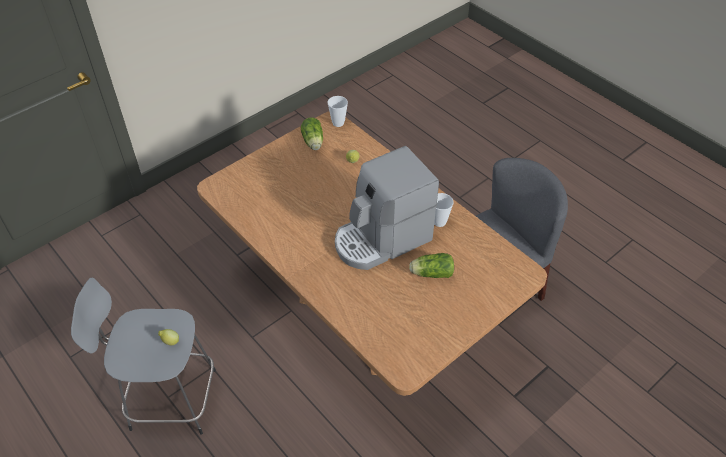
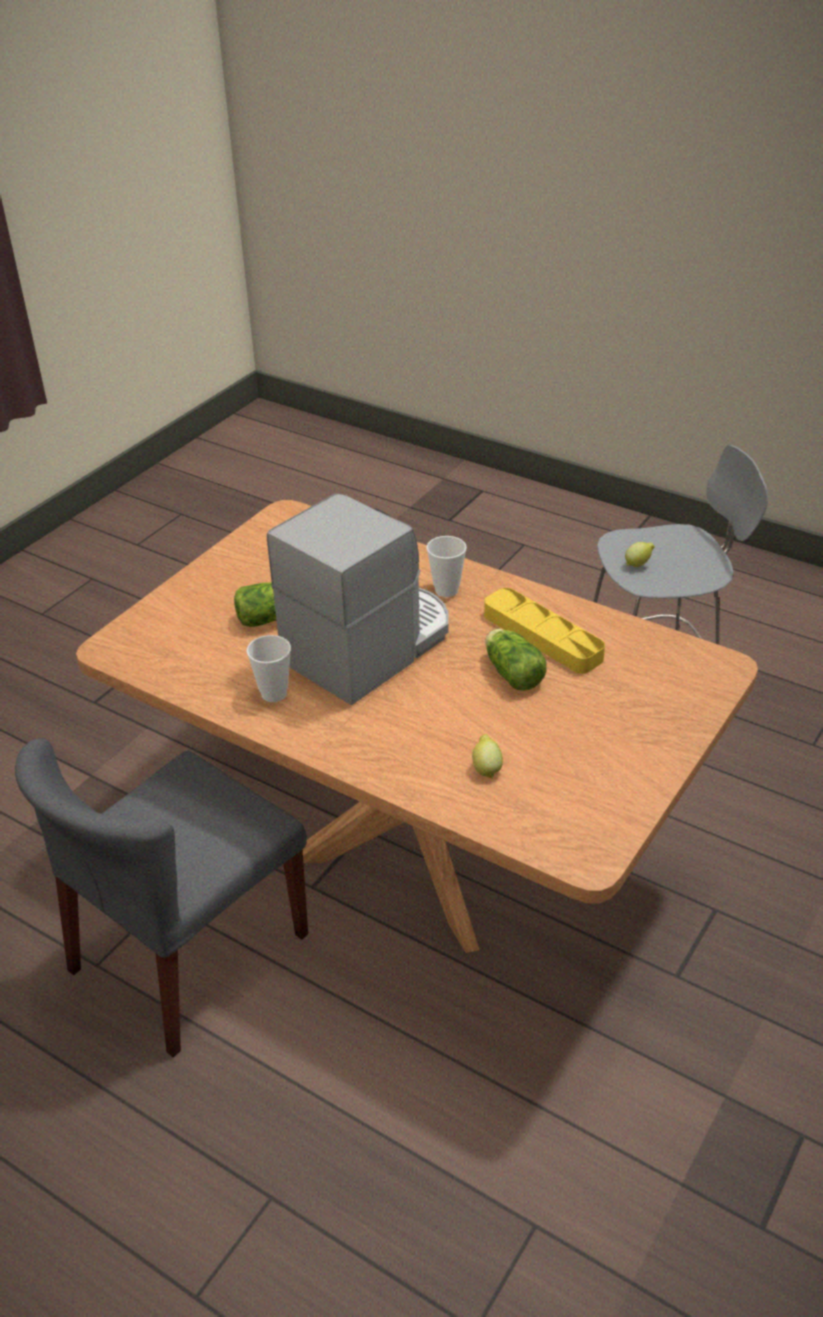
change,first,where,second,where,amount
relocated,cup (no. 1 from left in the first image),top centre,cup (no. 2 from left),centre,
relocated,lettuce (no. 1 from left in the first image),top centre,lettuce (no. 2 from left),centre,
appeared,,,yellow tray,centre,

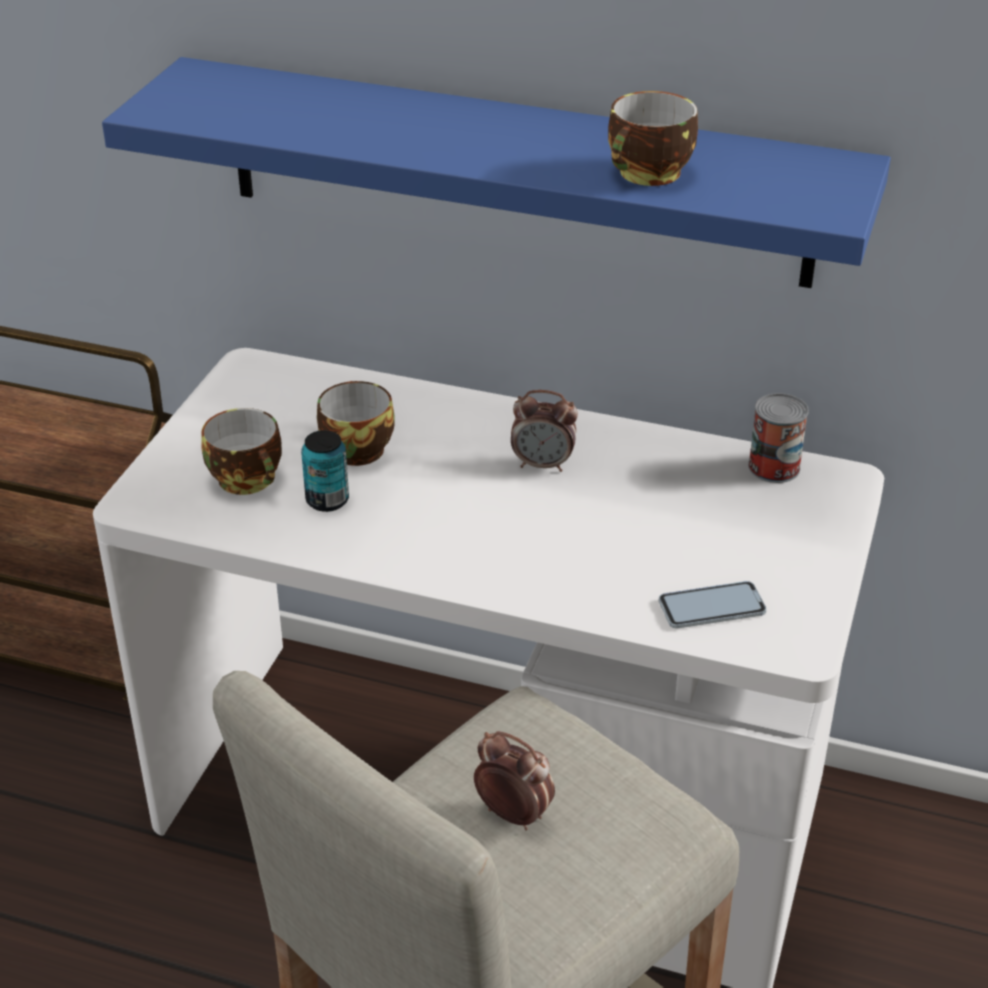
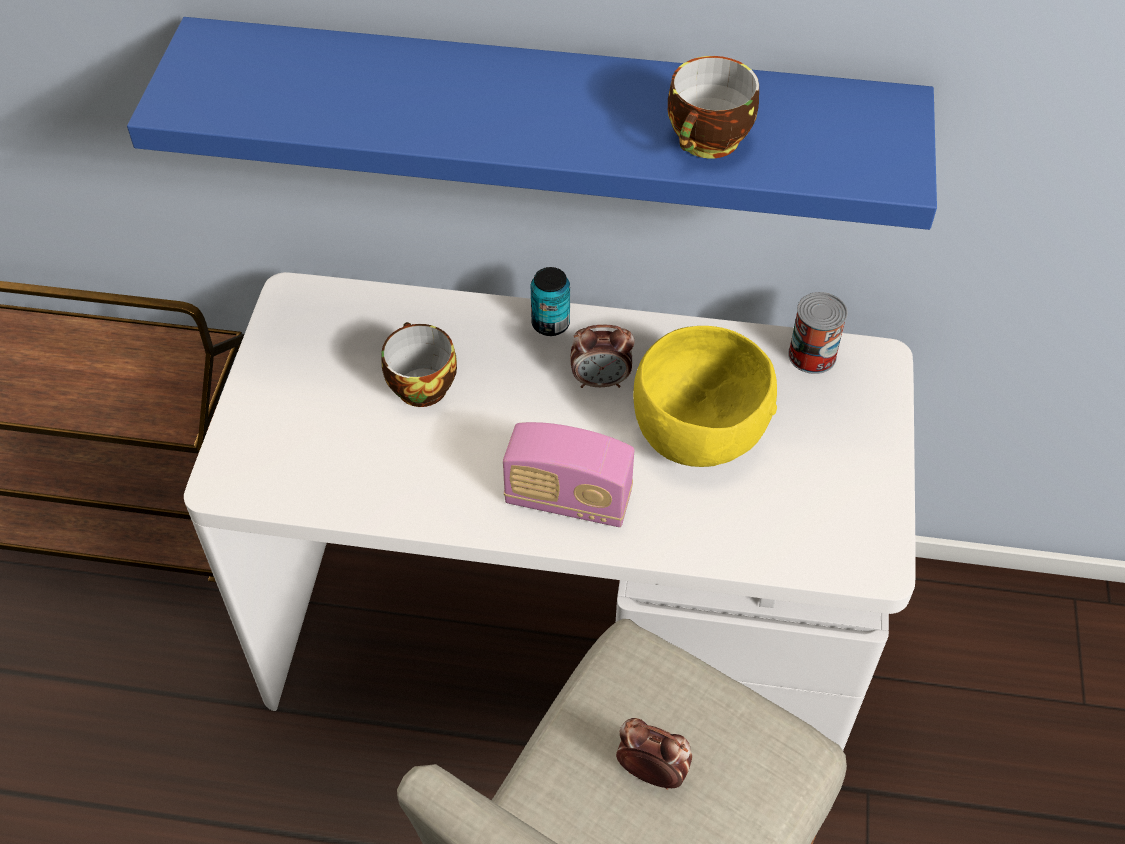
change,first,where,second,where,amount
missing,cup (no. 1 from left),middle left,,,
relocated,can (no. 1 from left),middle left,,centre,
missing,phone,middle right,,,
appeared,,,yellow bowl,centre,
appeared,,,radio,centre,

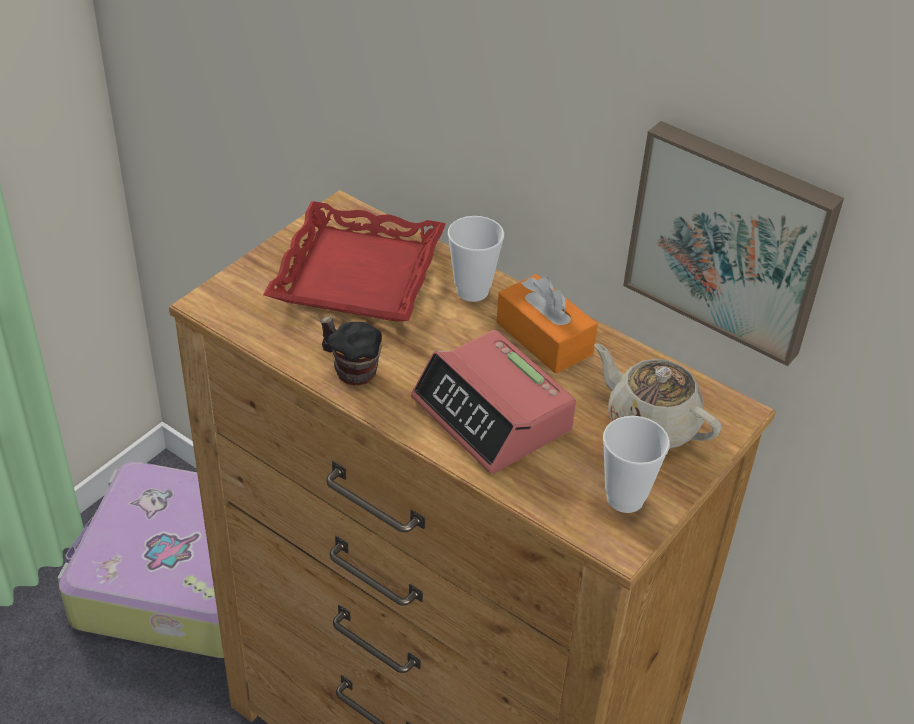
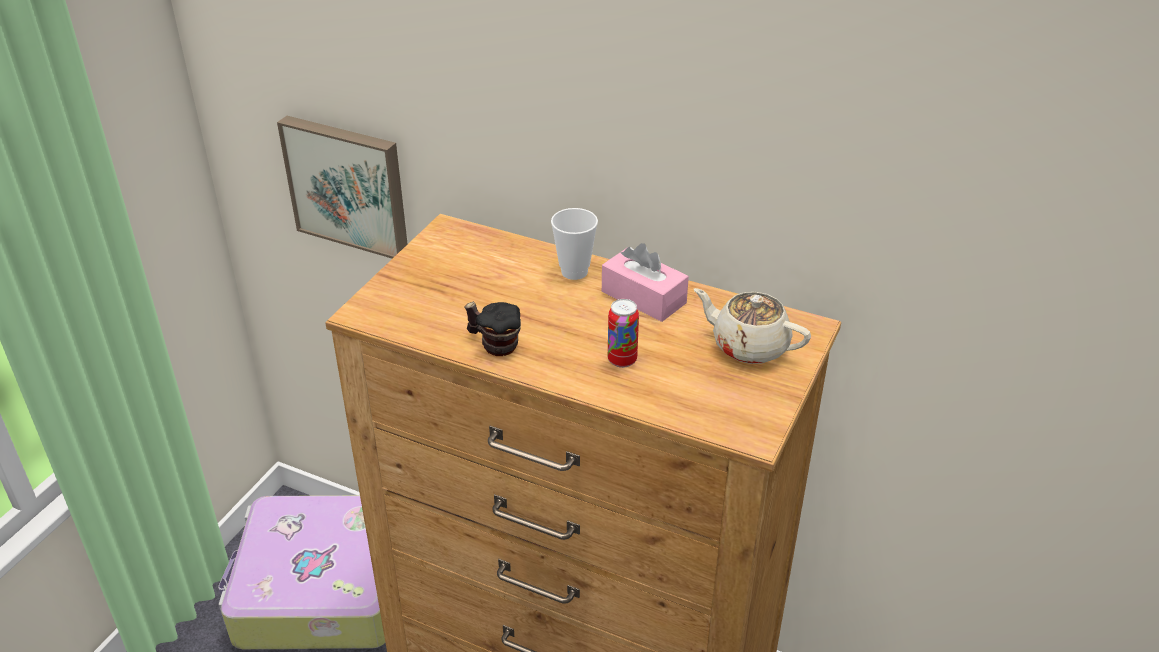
change,first,where,second,where,amount
relocated,picture,middle right,,top left,
missing,red tray,centre,,,
colour,orange tissue box,centre,pink tissue box,centre,
exchanged,alarm clock,centre,can,centre,
missing,cup (no. 2 from left),middle right,,,

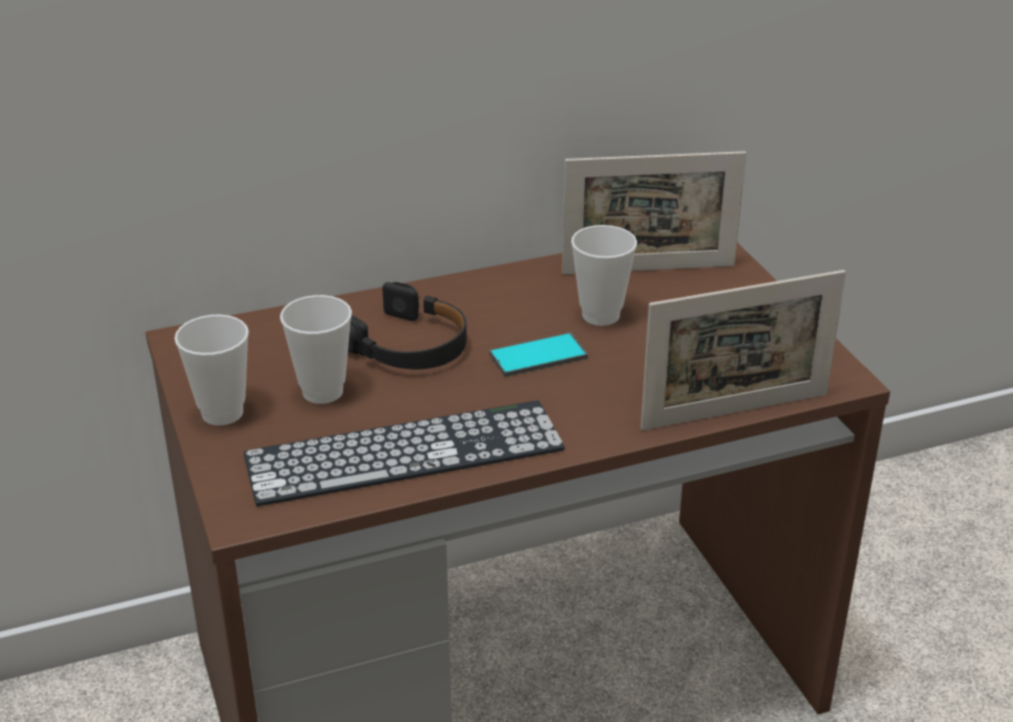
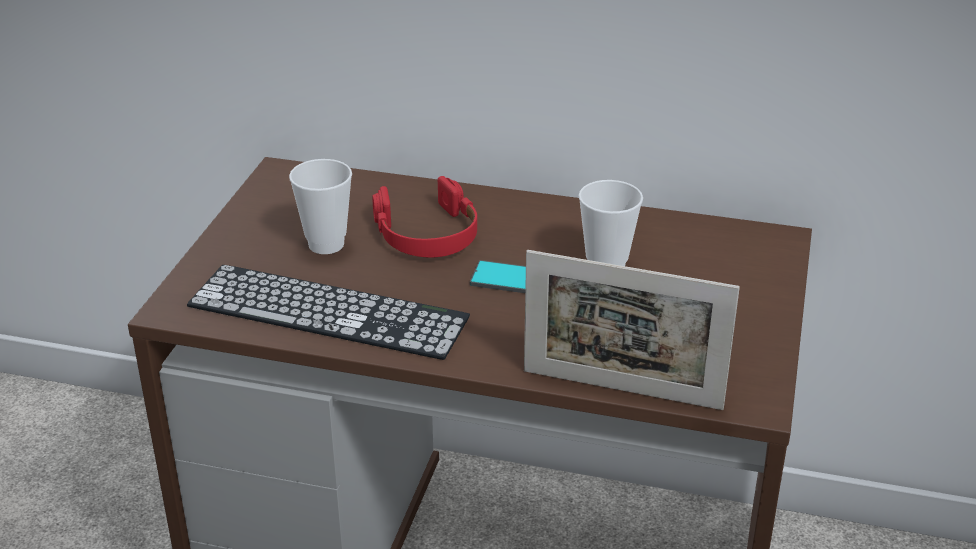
change,first,where,second,where,amount
missing,picture frame (no. 1 from left),top centre,,,
colour,black headphones,centre,red headphones,centre,
missing,cup (no. 1 from left),middle left,,,

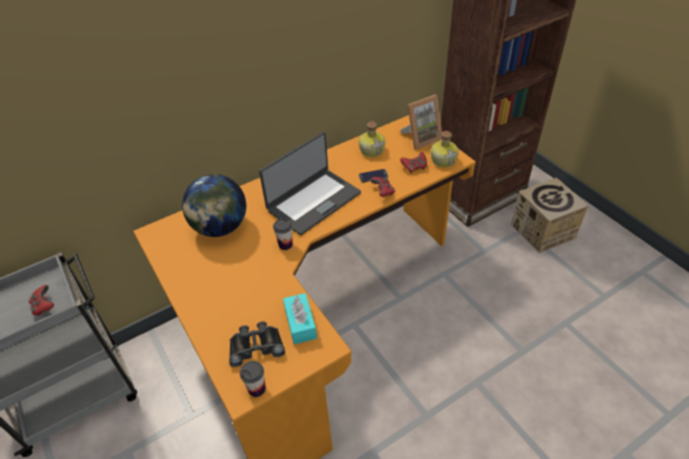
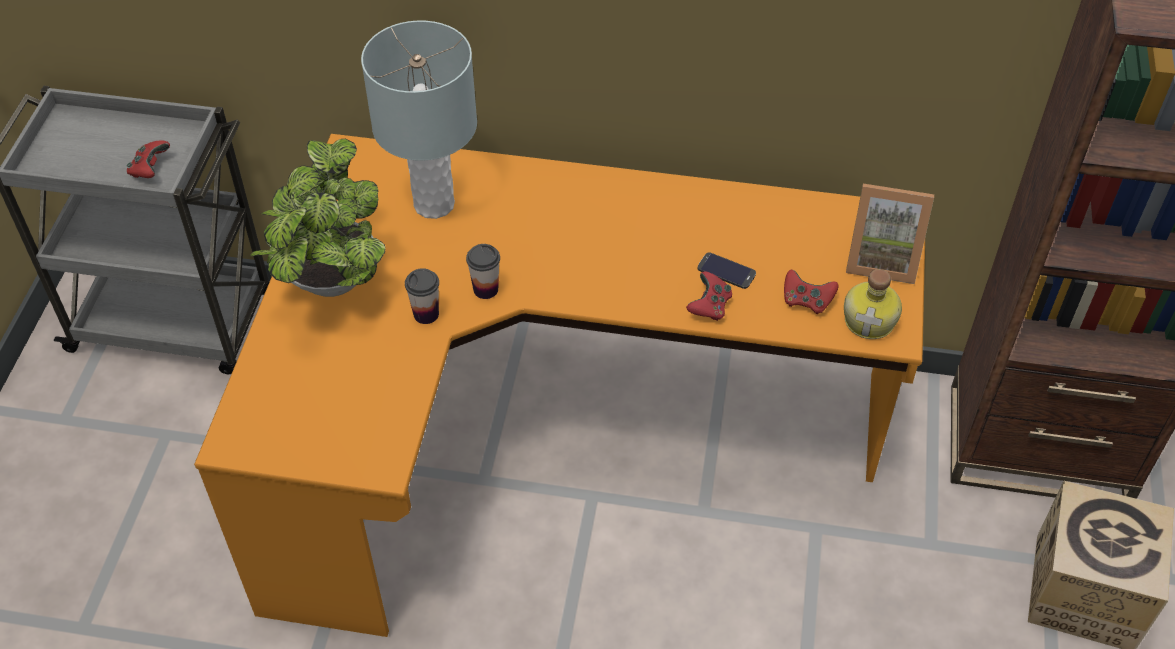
change,first,where,second,where,amount
missing,bottle (no. 1 from left),top centre,,,
missing,laptop,centre,,,
exchanged,globe,middle left,grey table lamp,top centre,
missing,turquoise tissue box,bottom centre,,,
missing,black binoculars,bottom centre,,,
relocated,cup (no. 1 from left),bottom centre,,centre,
appeared,,,potted plant,middle left,

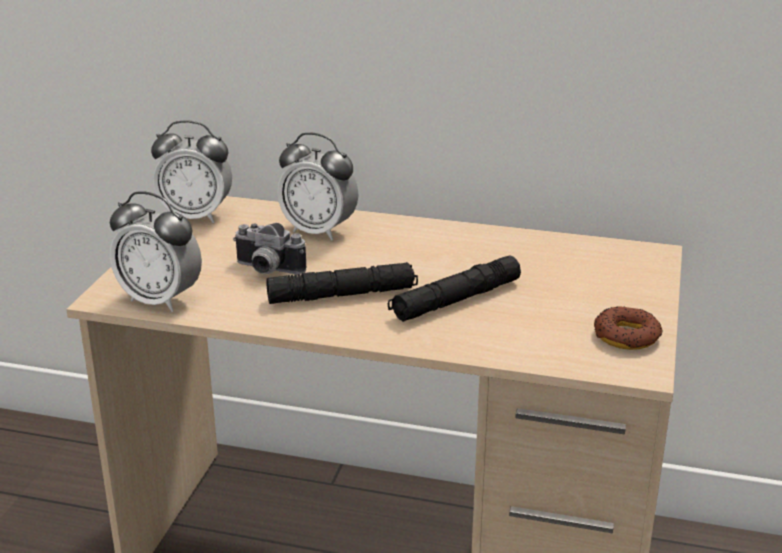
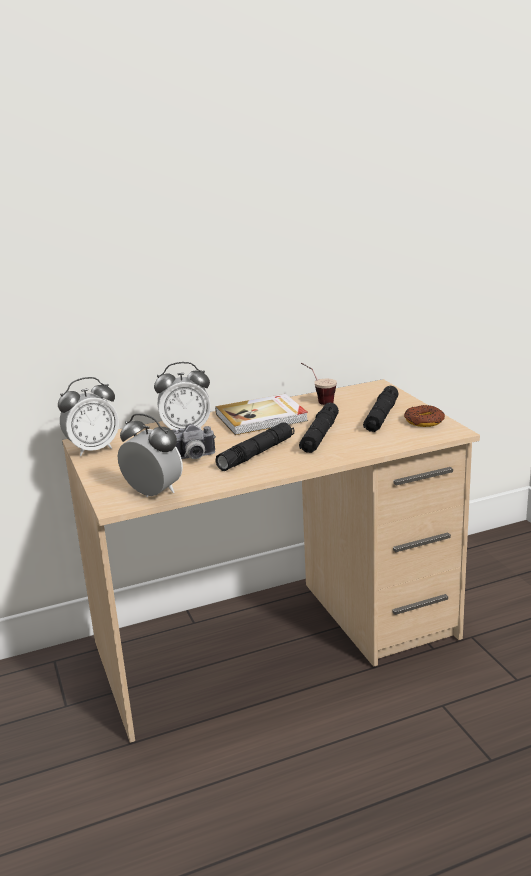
change,first,where,second,where,amount
spun,alarm clock (no. 1 from left in the first image),middle left,alarm clock (no. 2 from left),middle left,135 degrees counterclockwise
appeared,,,cup,centre,
appeared,,,black flashlight (no. 3 from left),middle right,
appeared,,,book,centre,

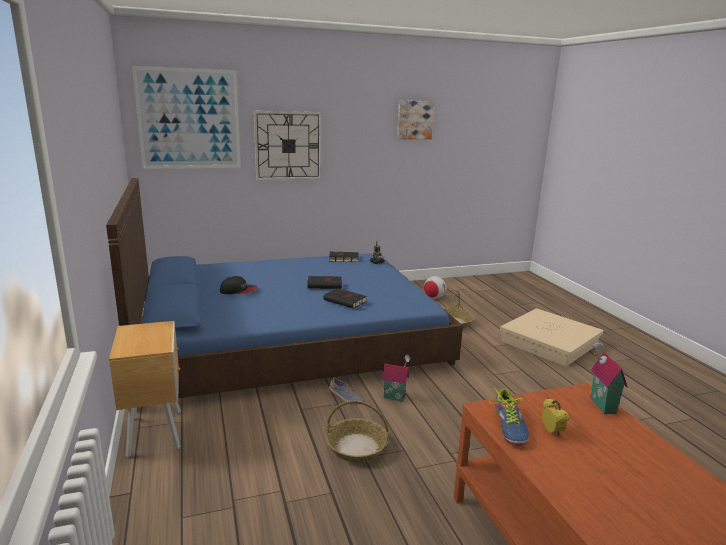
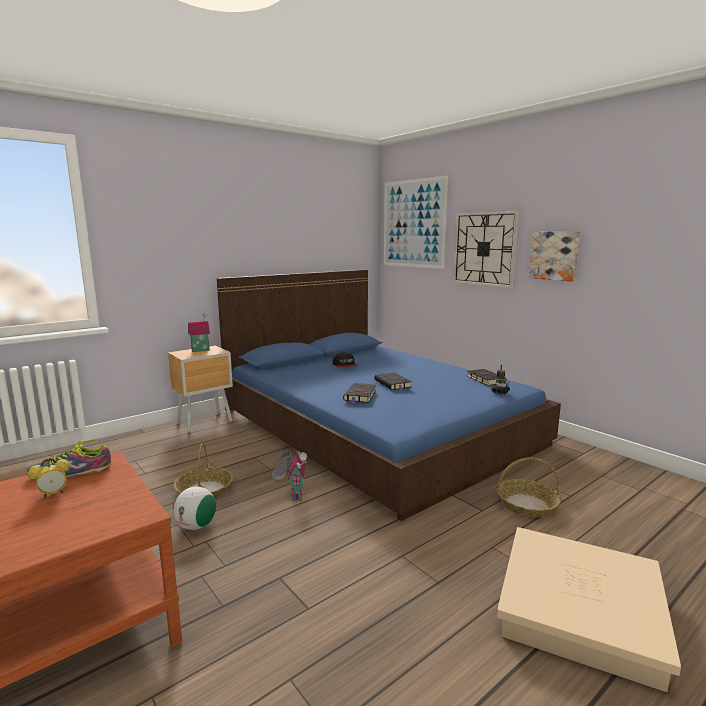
change,first,where,second,where,amount
relocated,picture (no. 2 from left),top centre,,middle right,
relocated,football,centre,,bottom left,
relocated,toy house (no. 2 from left in the first image),bottom right,toy house (no. 1 from left),middle left,

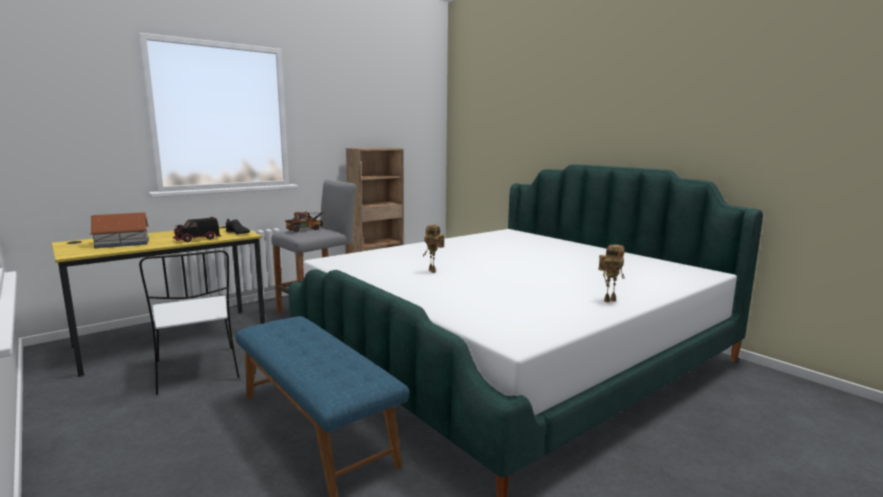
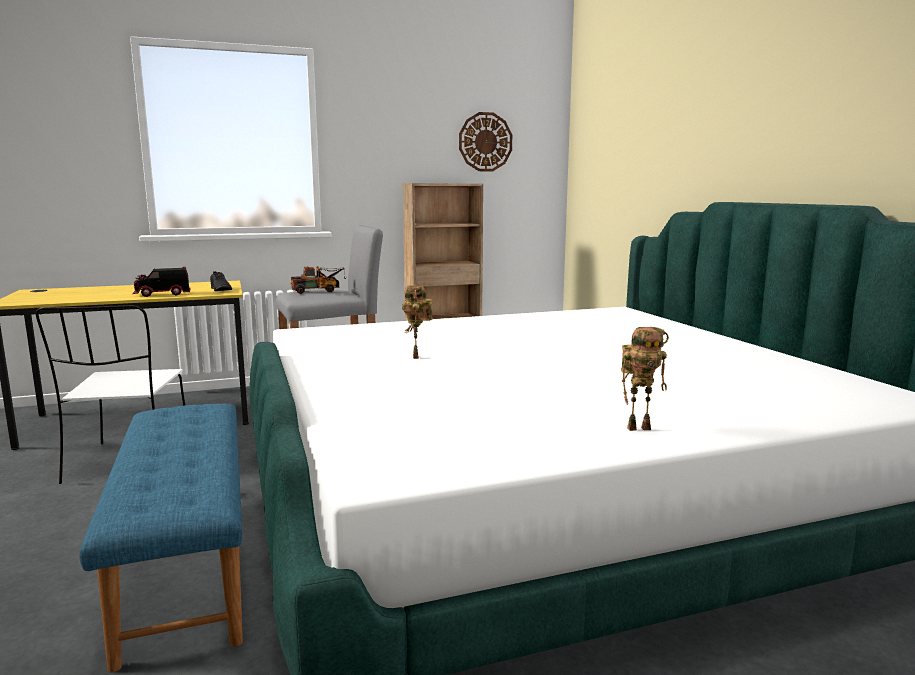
change,first,where,second,where,amount
missing,toy house,middle left,,,
appeared,,,wall clock,top centre,

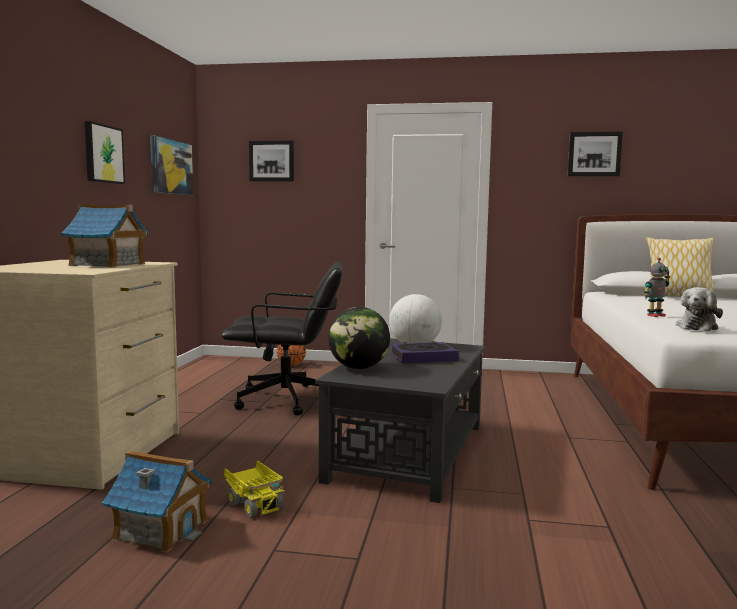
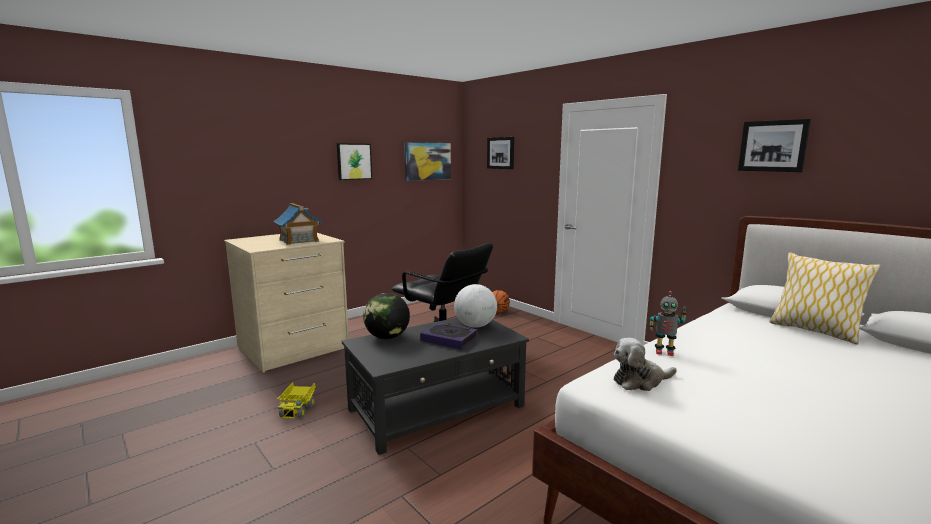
change,first,where,second,where,amount
missing,toy house (no. 2 from left),bottom left,,,

